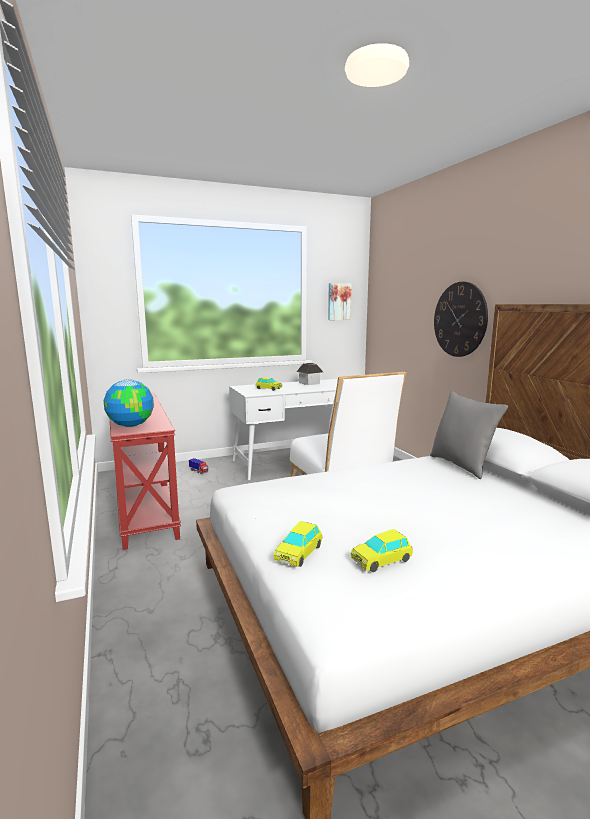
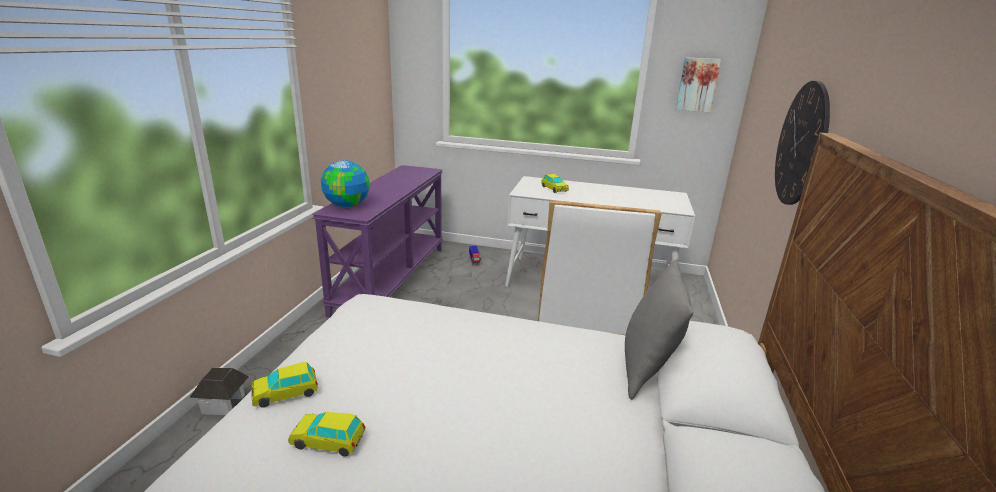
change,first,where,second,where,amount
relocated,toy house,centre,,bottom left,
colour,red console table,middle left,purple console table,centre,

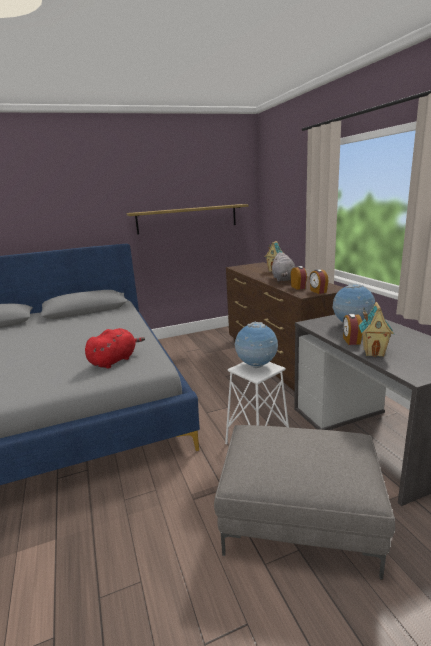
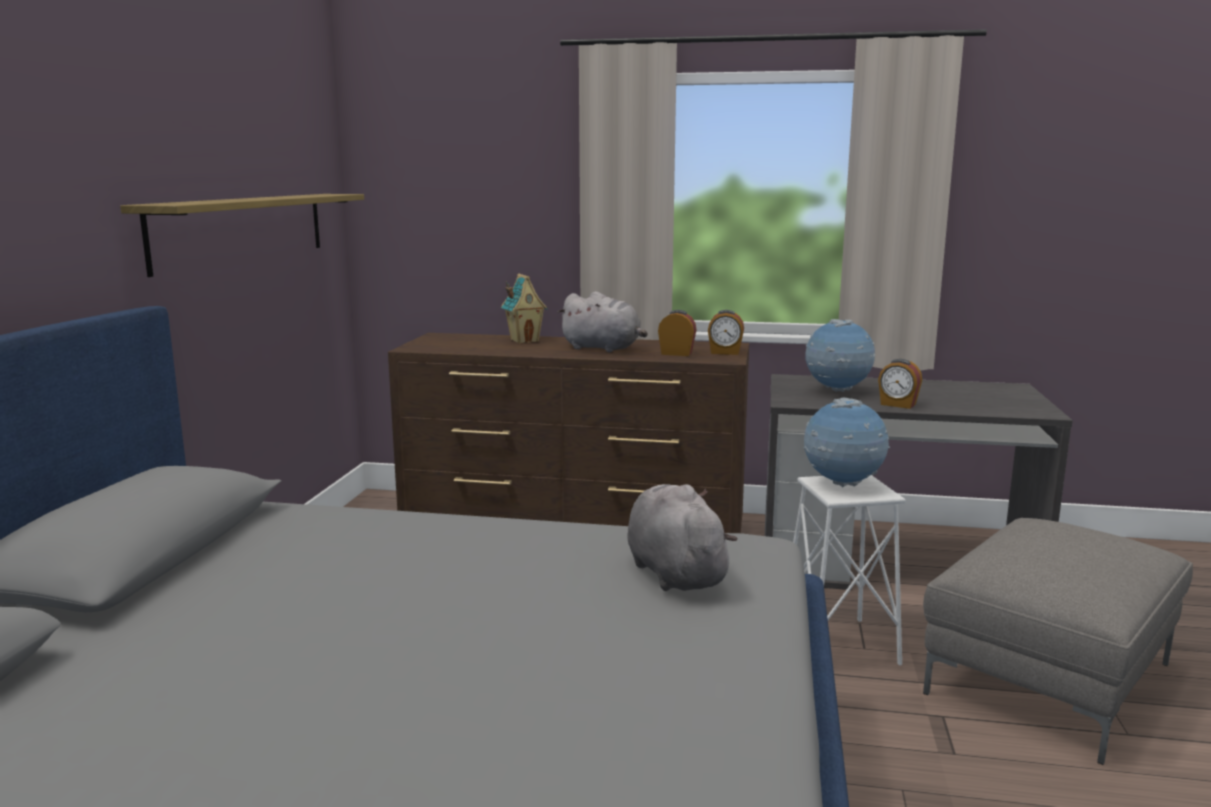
change,first,where,second,where,amount
missing,toy house (no. 2 from left),middle right,,,
colour,red plush toy,middle left,grey plush toy (no. 2 from left),centre,

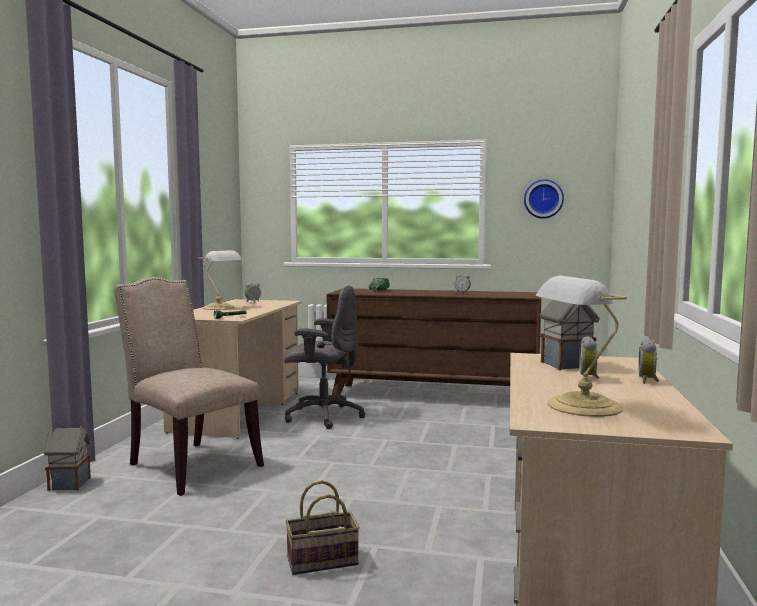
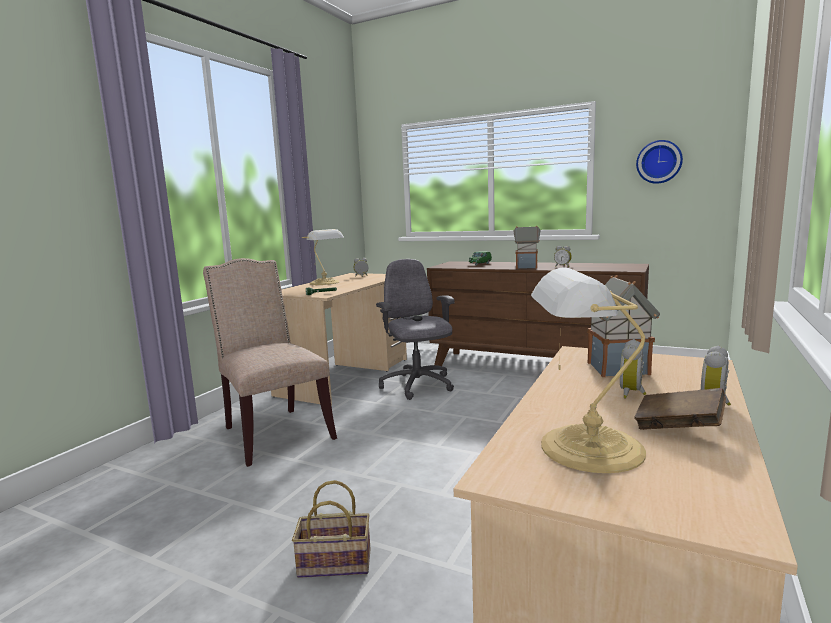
change,first,where,second,where,amount
spun,grey office chair,centre,,centre,135 degrees counterclockwise
relocated,toy house (no. 1 from left),bottom left,,centre,
appeared,,,brown book,middle right,

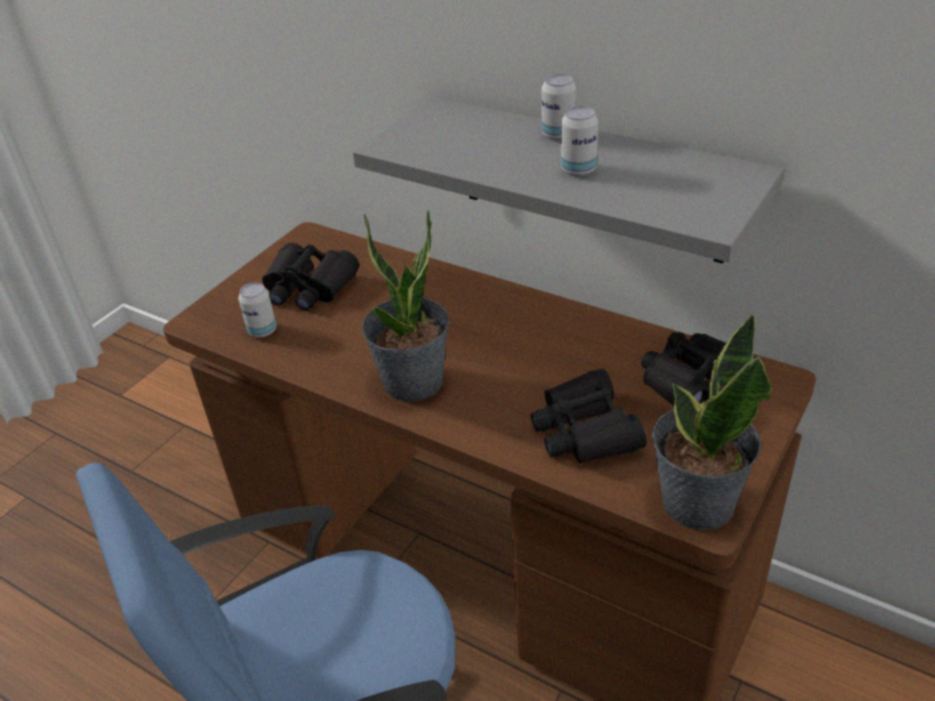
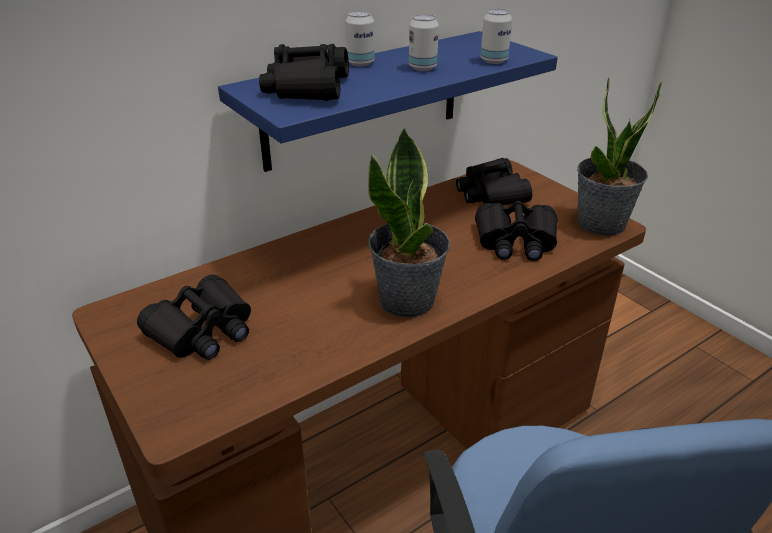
change,first,where,second,where,amount
colour,grey shelf,top centre,blue shelf,top centre,
relocated,can (no. 1 from left in the first image),middle left,can (no. 3 from left),top centre,
appeared,,,black binoculars (no. 2 from left),top centre,

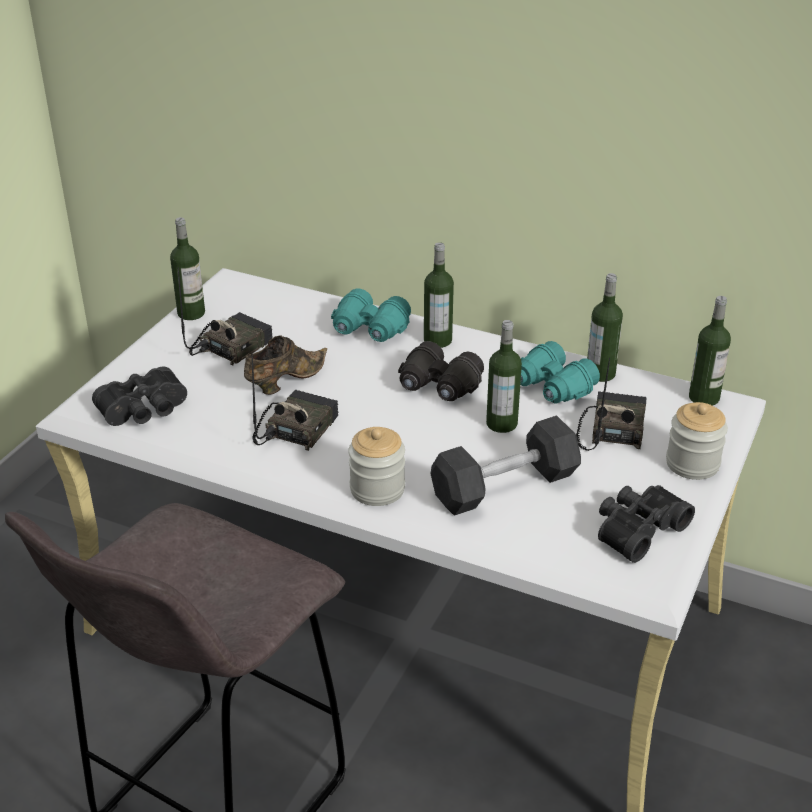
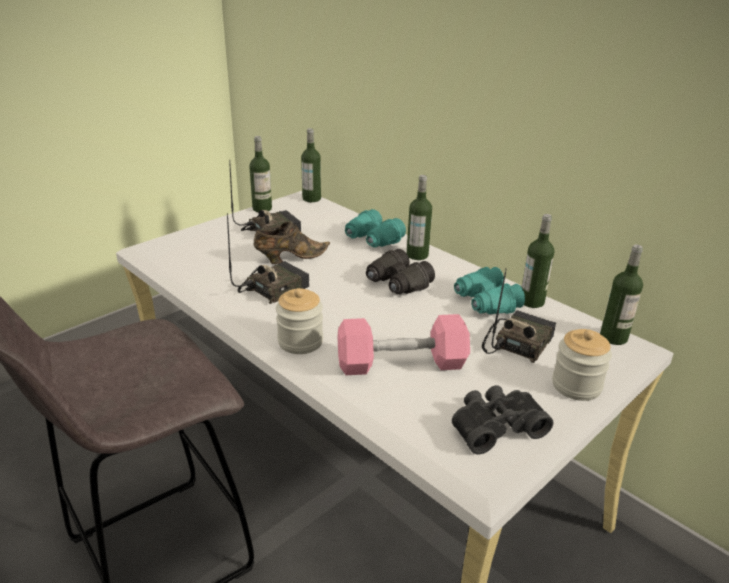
change,first,where,second,where,amount
relocated,bottle (no. 3 from left in the first image),centre,bottle (no. 2 from left),top centre,
missing,black binoculars (no. 1 from left),middle left,,,
colour,grey dumbbell,centre,pink dumbbell,centre,

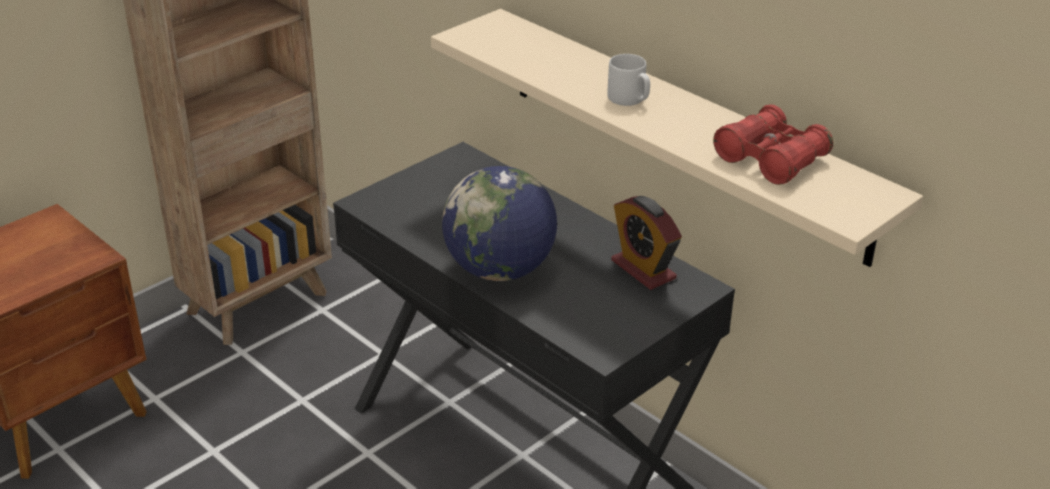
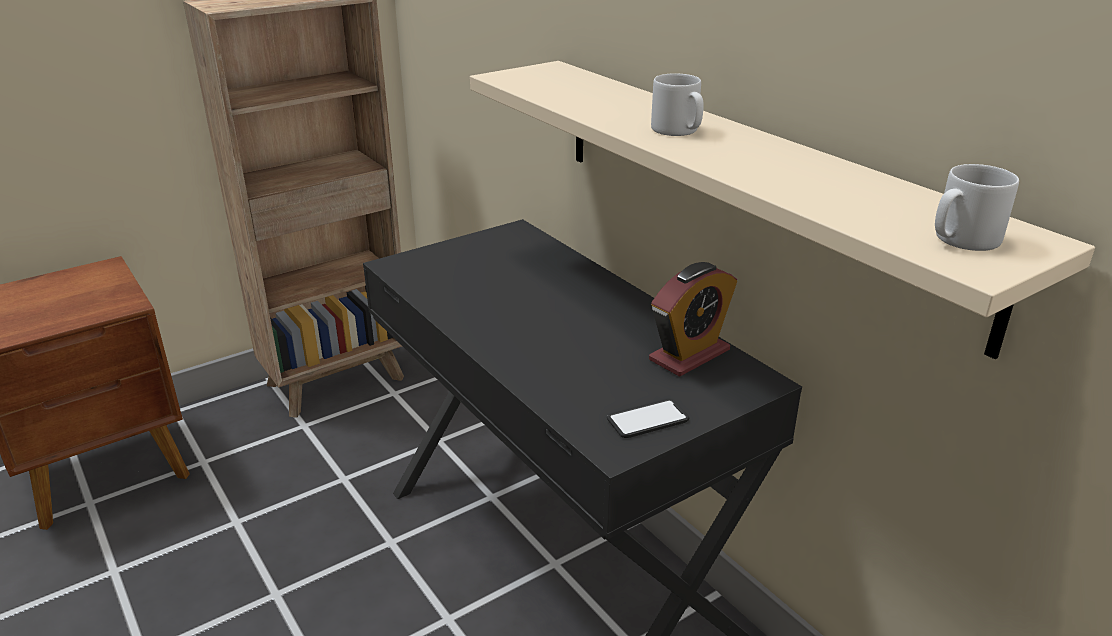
change,first,where,second,where,amount
missing,red binoculars,top right,,,
missing,globe,centre,,,
spun,alarm clock,centre,,centre,105 degrees counterclockwise
appeared,,,grey mug (no. 2 from left),top right,
appeared,,,phone,centre,

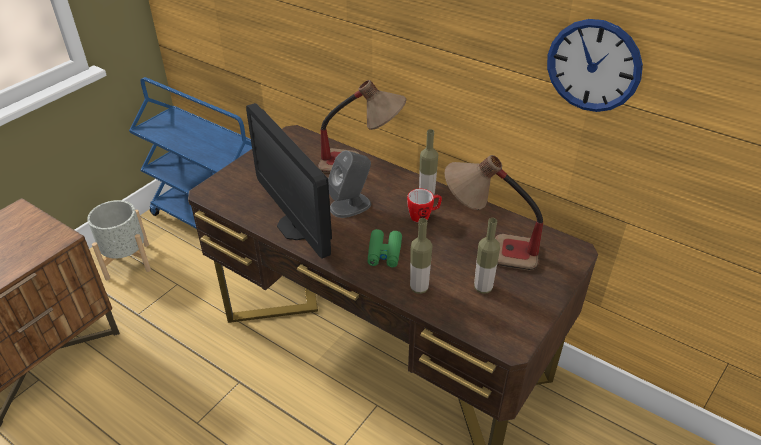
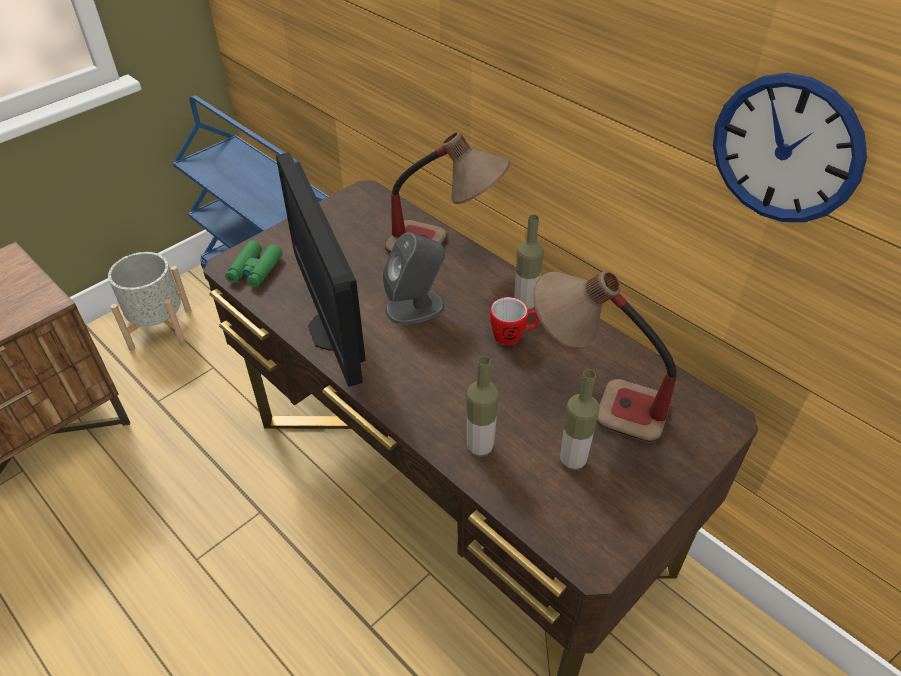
change,first,where,second,where,amount
relocated,green binoculars,centre,,middle left,

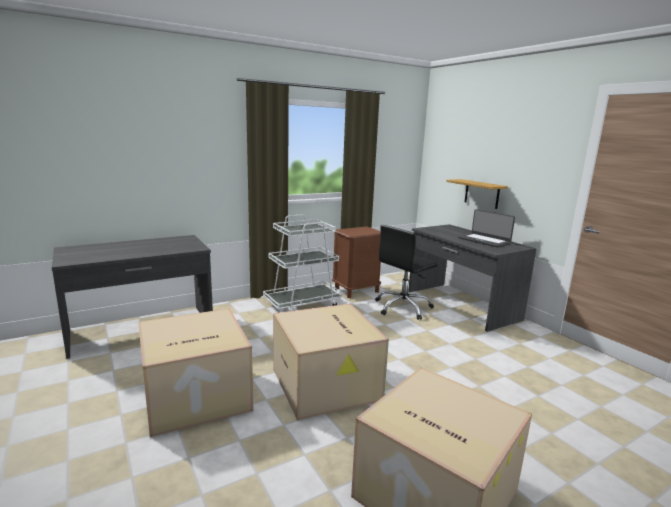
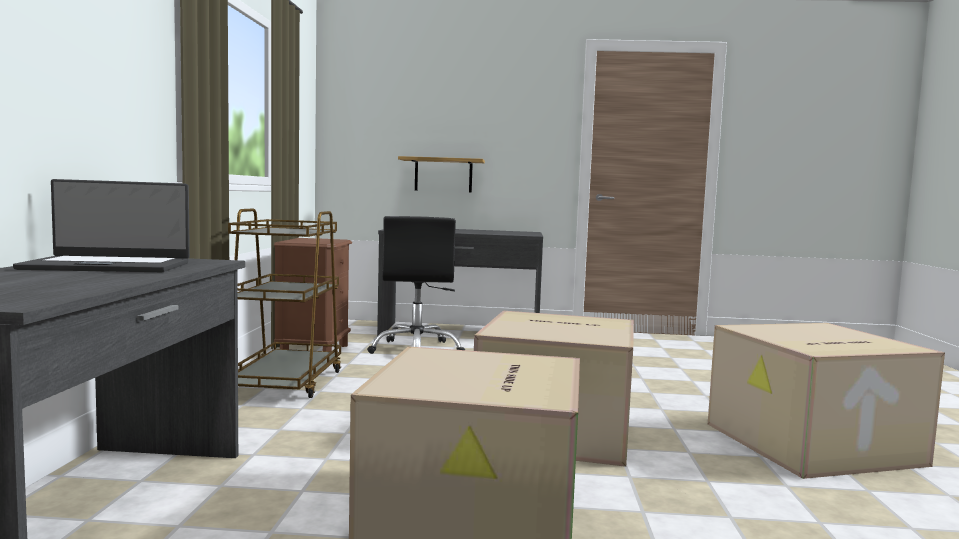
change,first,where,second,where,amount
relocated,laptop,middle right,,middle left,
colour,white cart,centre,brown cart,middle left,

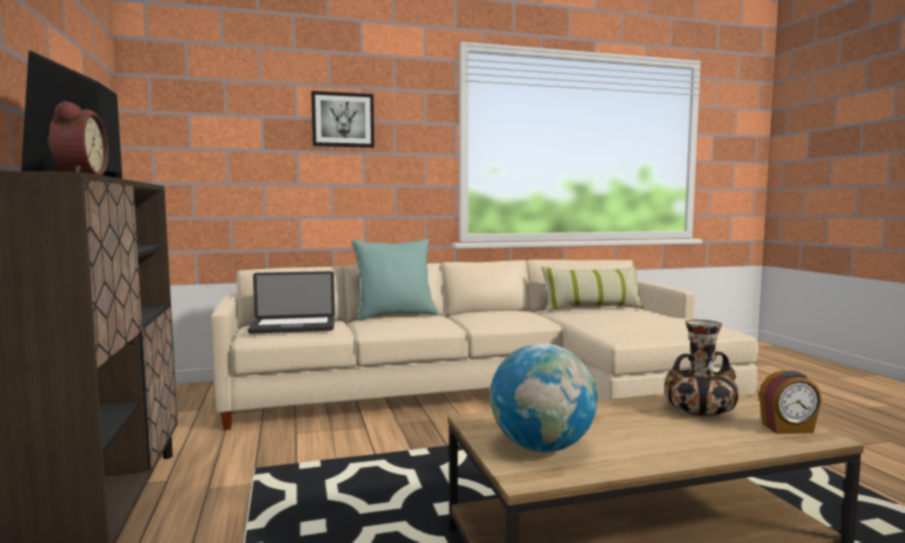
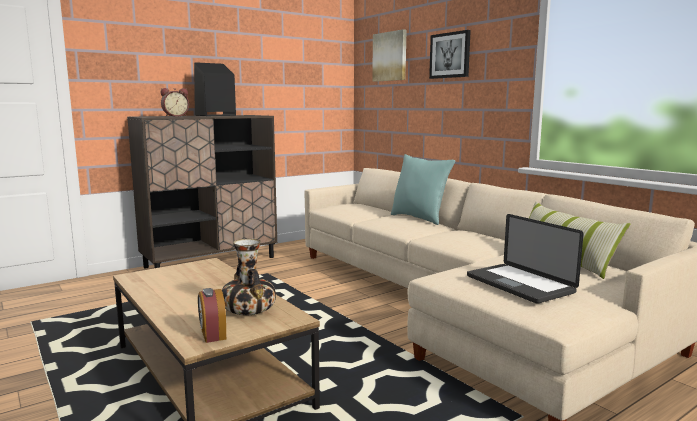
change,first,where,second,where,amount
relocated,laptop,middle left,,middle right,
missing,globe,bottom centre,,,
appeared,,,picture (no. 1 from left),top centre,

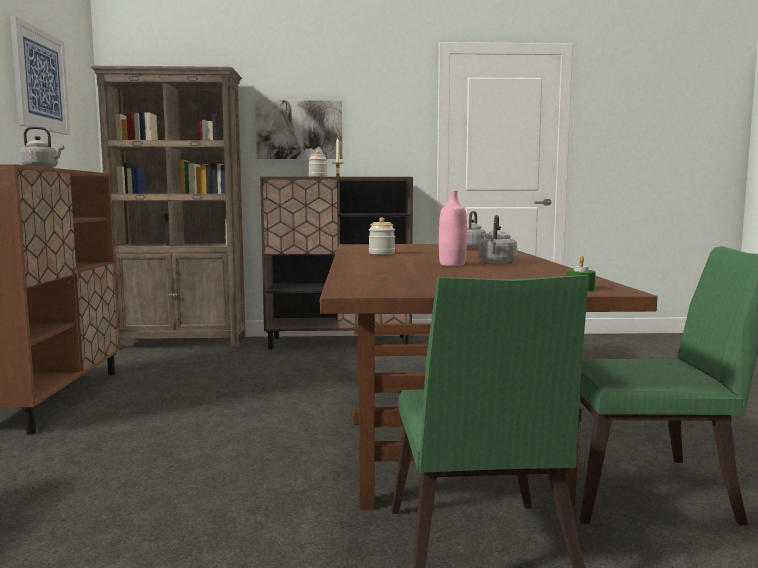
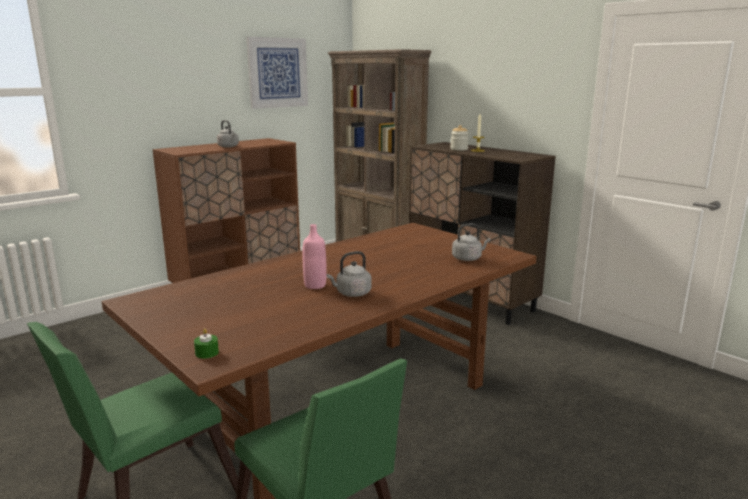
change,first,where,second,where,amount
missing,picture (no. 2 from left),top centre,,,
missing,jar (no. 2 from left),centre,,,

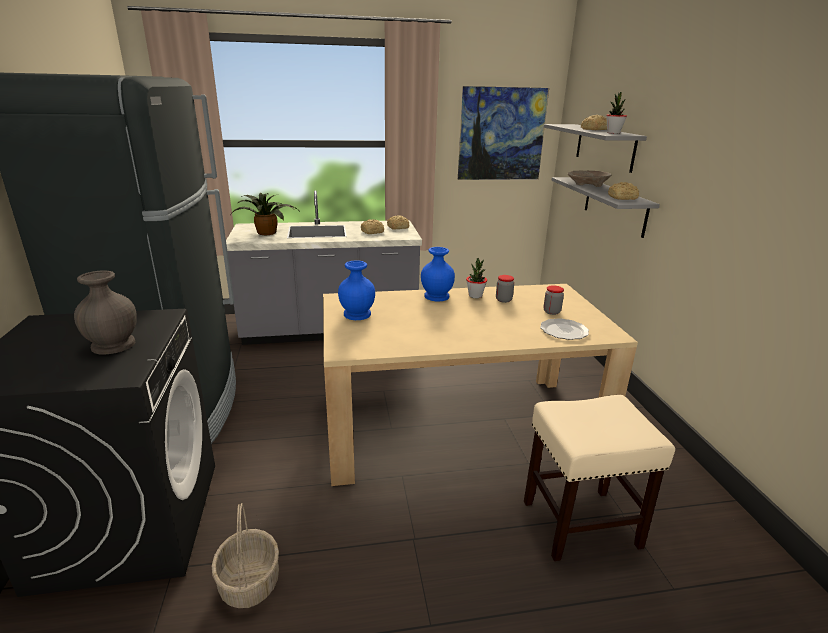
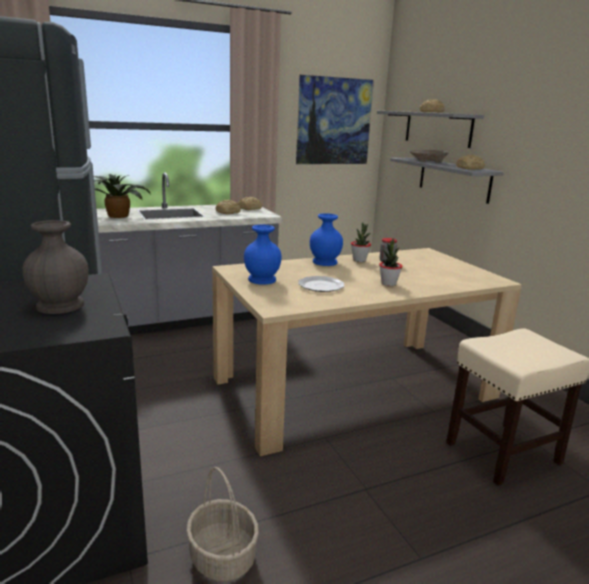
change,first,where,second,where,amount
relocated,potted plant (no. 3 from left),top right,,centre,
missing,jar (no. 2 from left),middle right,,,
relocated,plate,middle right,,centre,

